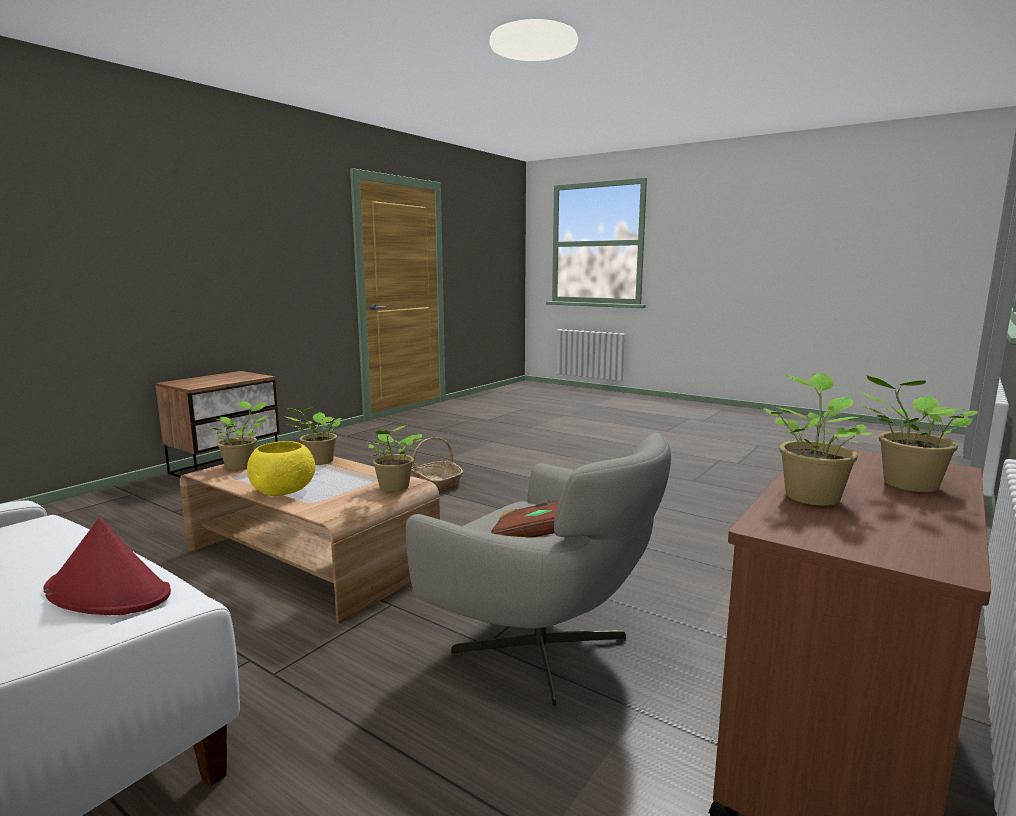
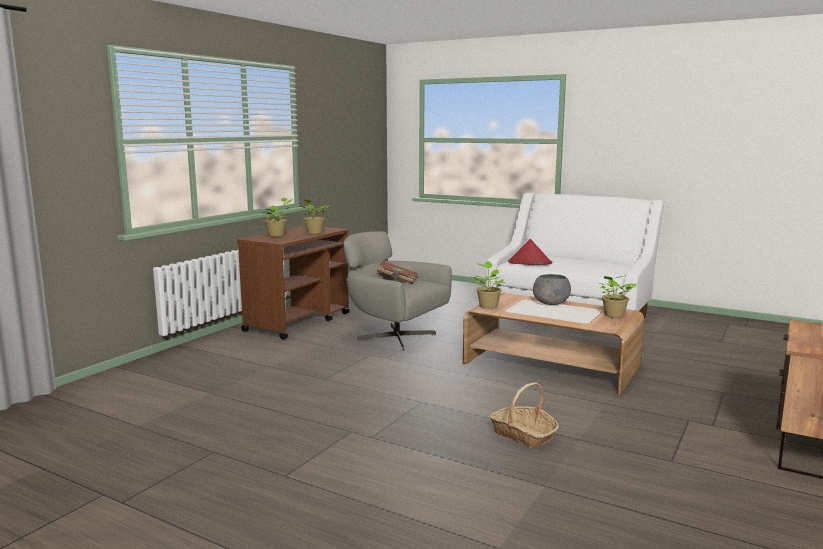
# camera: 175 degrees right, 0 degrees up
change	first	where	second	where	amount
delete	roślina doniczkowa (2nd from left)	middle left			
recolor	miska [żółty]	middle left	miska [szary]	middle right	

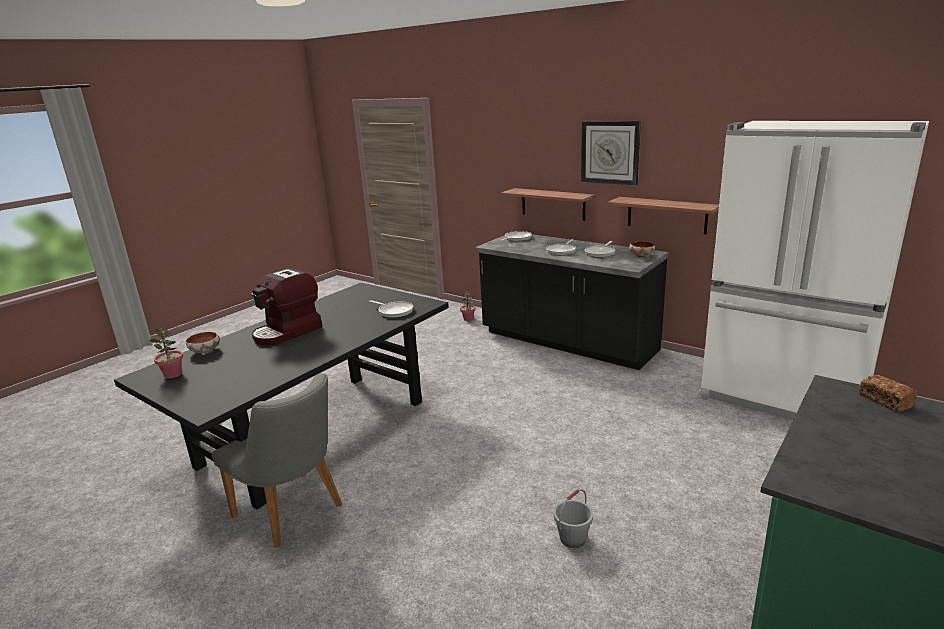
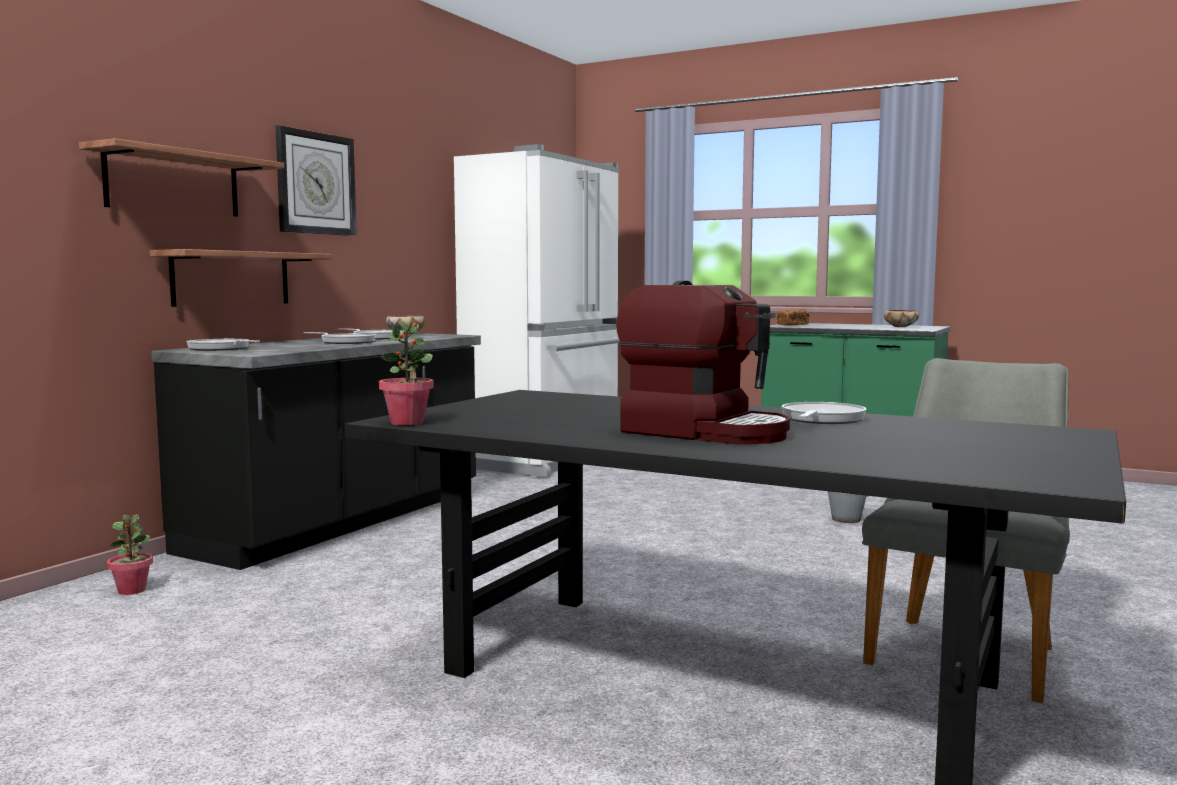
# camera: 100 degrees left, 15 degrees down
change	first	where	second	where	amount
move	półka (2nd from left in the first image)	middle right	półka (1st from left)	top left	
move	patelnia (1st from left in the first image)	centre	patelnia (4th from left)	middle right	
move	roślina doniczkowa (1st from left in the first image)	middle left	roślina doniczkowa (2nd from left)	centre	
move	miska (1st from left in the first image)	middle left	miska (2nd from left)	middle right	

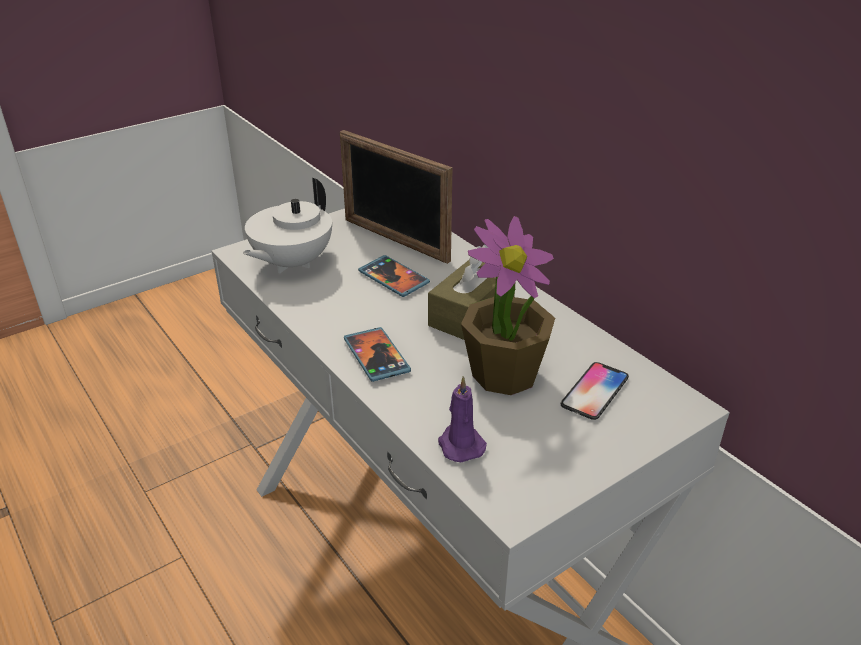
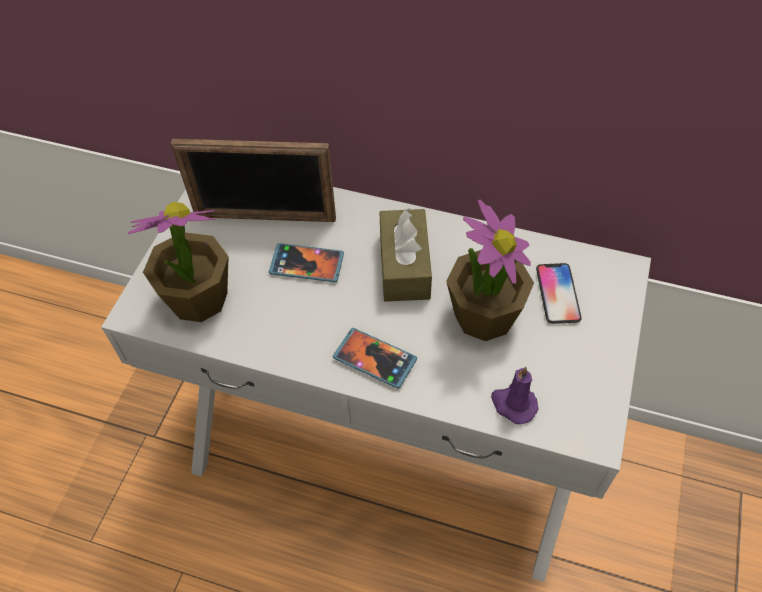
# camera: 35 degrees left, 20 degrees up
change	first	where	second	where	amount
replace	imbryk [biały]	centre	roślina doniczkowa (1st from left)	middle left	

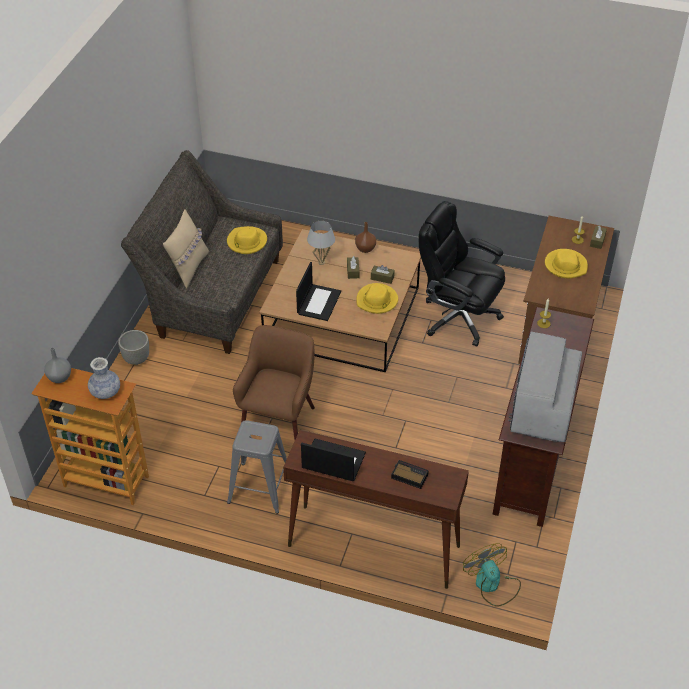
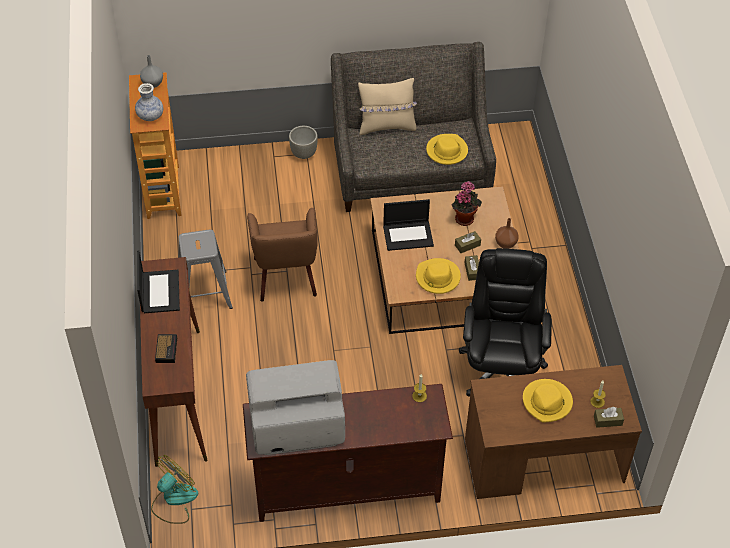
# camera: 65 degrees right, 5 degrees up
change	first	where	second	where	amount
replace	lampa stołowa [biały]	centre	roślina doniczkowa	centre	
rotate	fotel [brązowy]	centre		centre	90 degrees clockwise

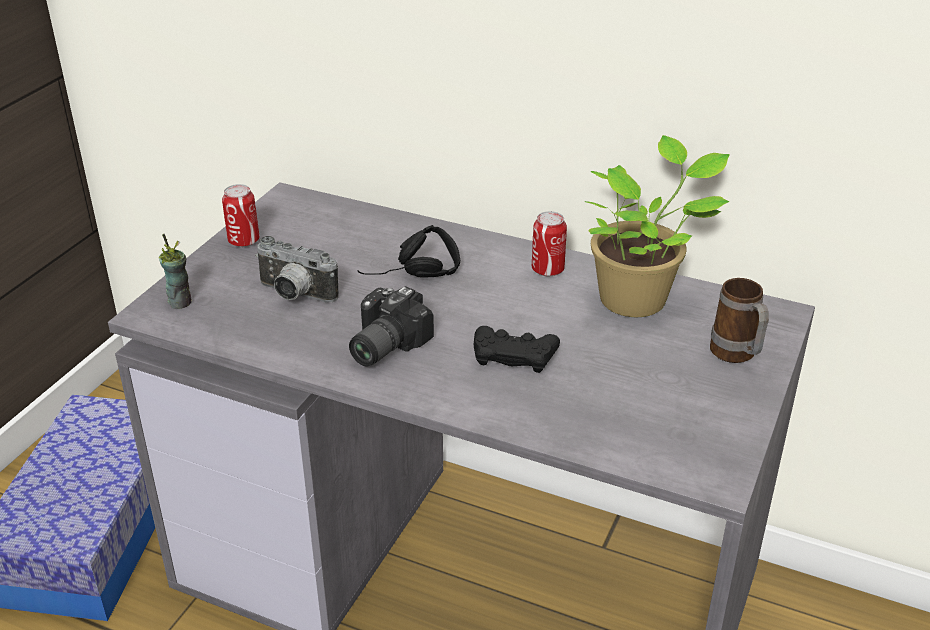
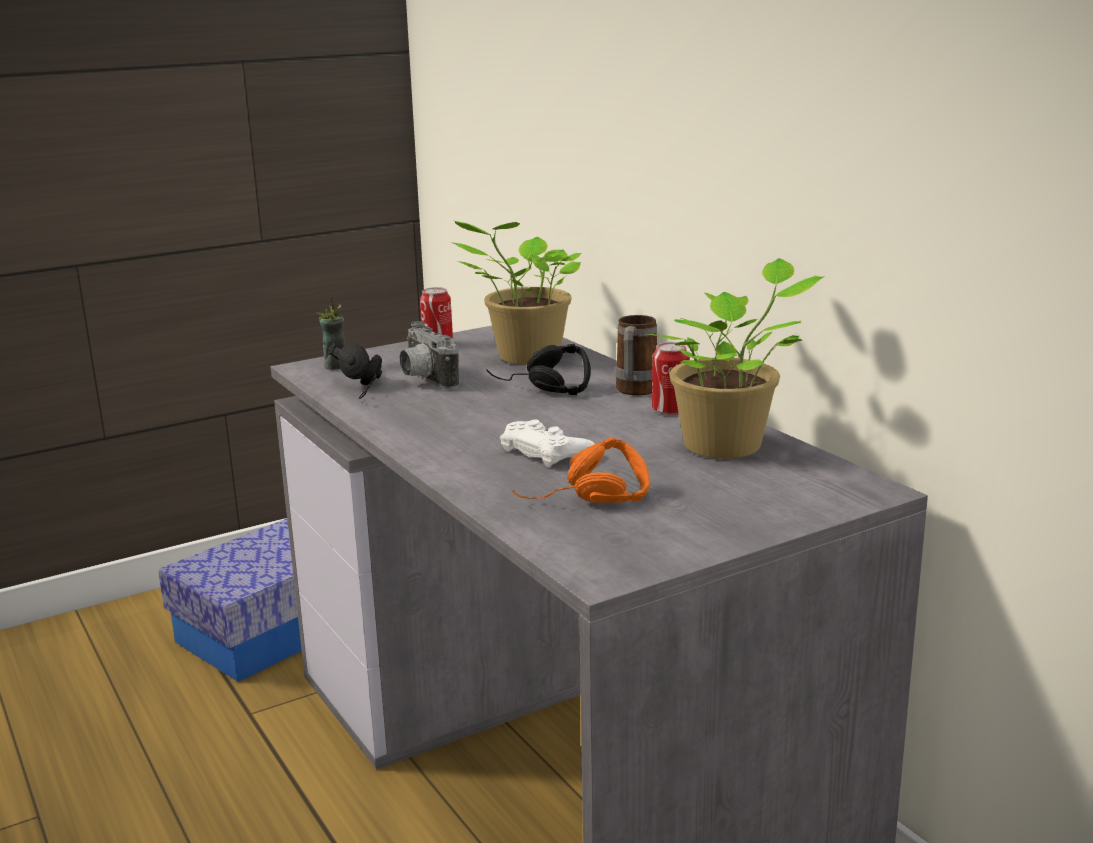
# camera: 35 degrees right, 15 degrees down
change	first	where	second	where	amount
move	kubek	middle right		centre	
delete	aparat fotograficzny (2nd from left)	centre			
recolor	pad do gier [czarny]	centre	pad do gier [biały]	centre	
insert			roślina doniczkowa (1st from left)	centre	
insert			słuchawki [czarny] (1st from left)	middle left	
insert			słuchawki [pomarańczowy]	centre	

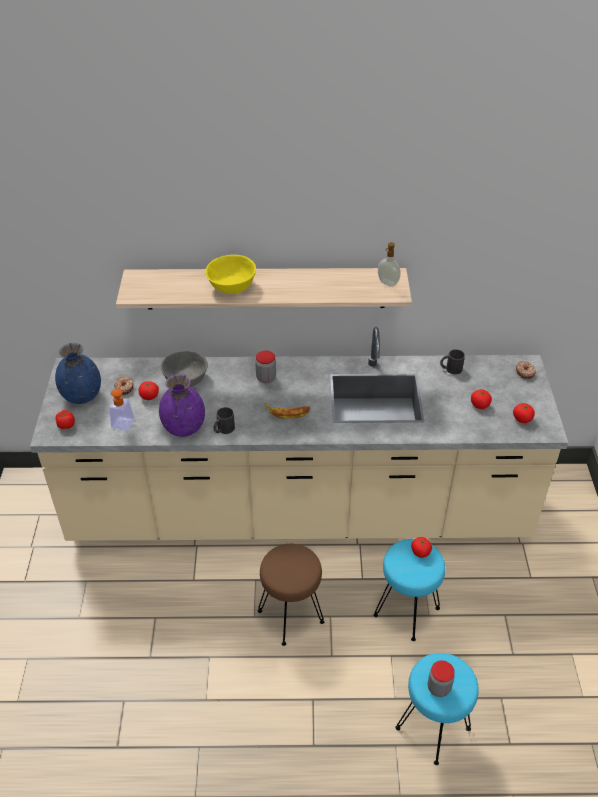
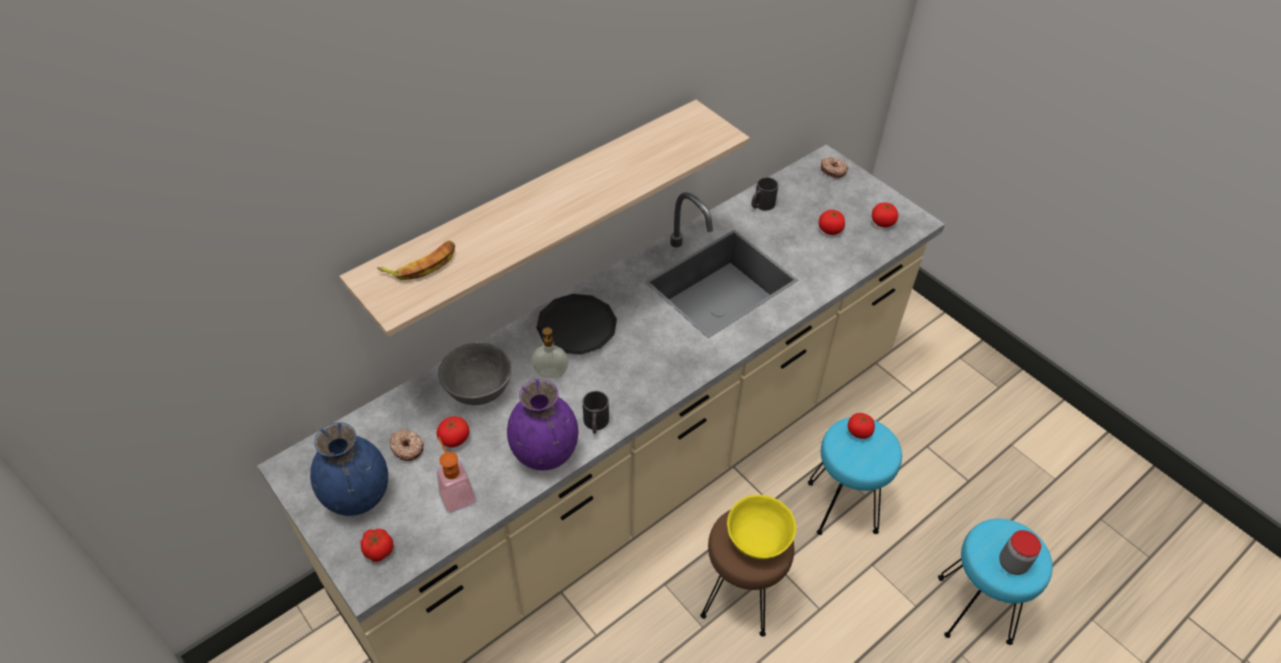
# camera: 40 degrees left, 5 degrees up
change	first	where	second	where	amount
move	dozownik mydła (2nd from left)	top centre		centre	
move	miska [żółty]	centre		bottom centre	
replace	słoik (1st from left)	centre	talerz [czarny]	centre	
move	banan	centre		middle left	

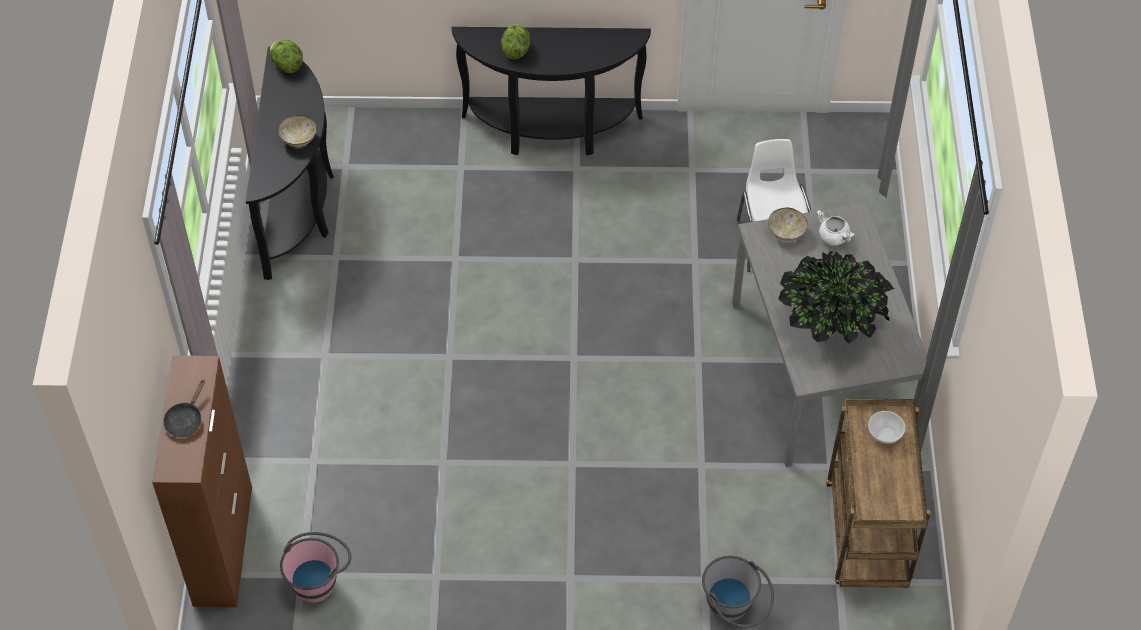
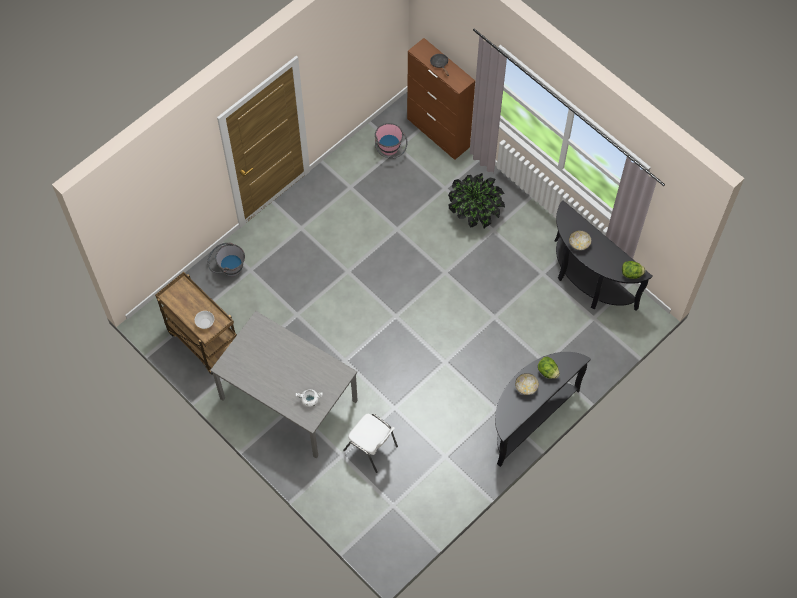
# camera: 135 degrees right, 10 degrees up
change	first	where	second	where	amount
move	miska (2nd from left)	middle right		centre	
move	roślina doniczkowa	middle right		centre	

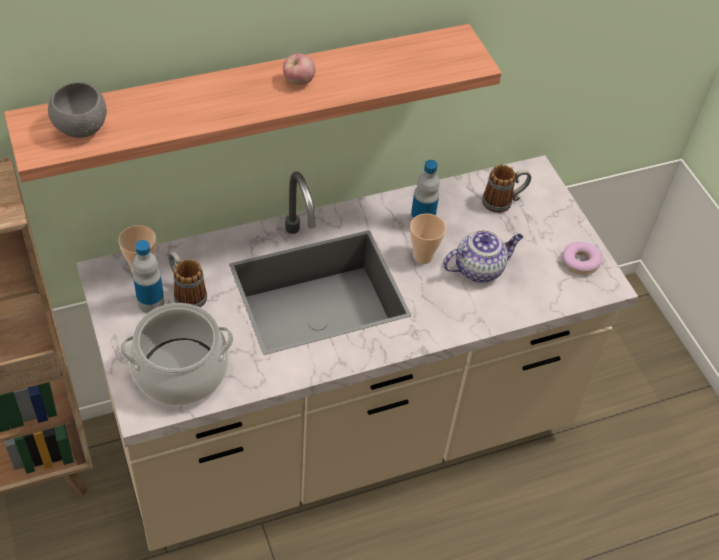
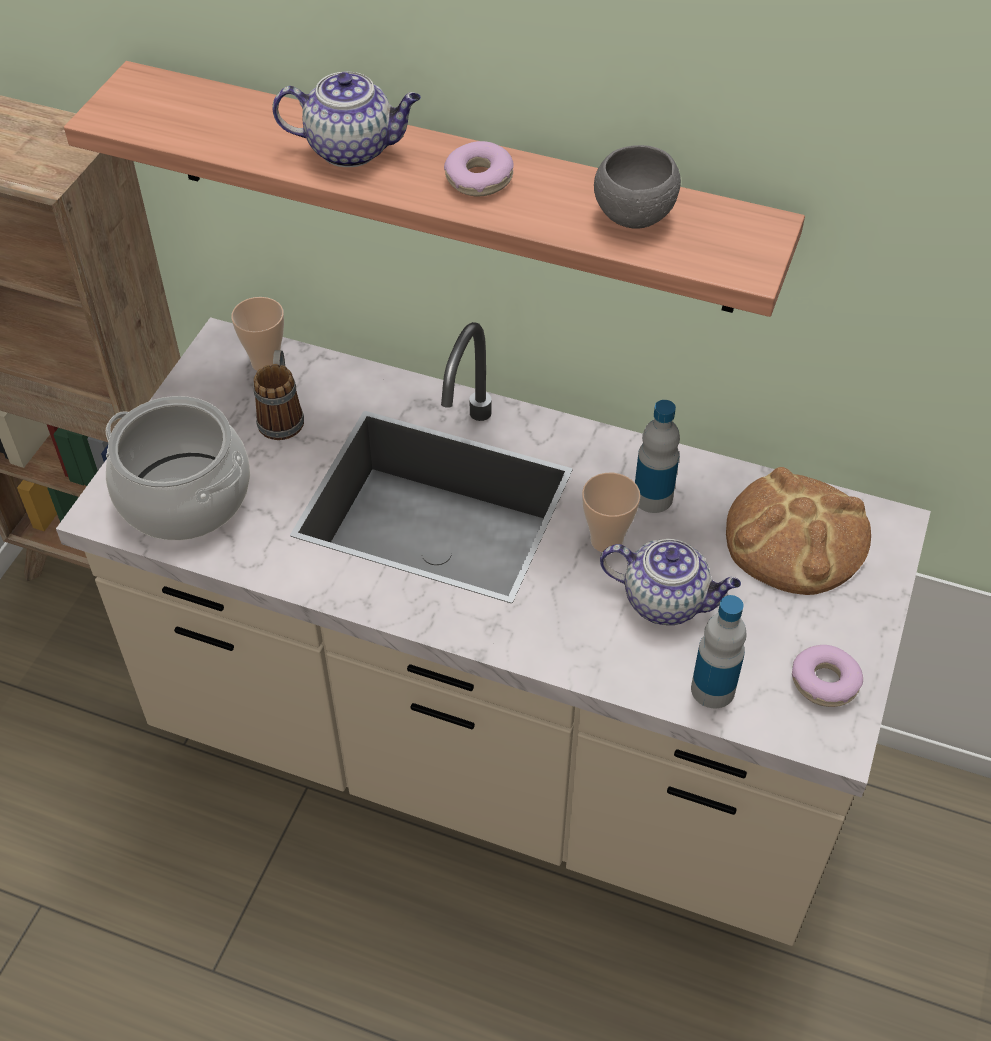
# camera: 45 degrees right, 0 degrees up
change	first	where	second	where	amount
replace	jabłko	top centre	donut (1st from left)	top centre	
move	miska [szary]	top left		top centre	
replace	kubek (2nd from left)	middle right	chleb	middle right	
move	butelka (1st from left in the first image)	middle left	butelka (2nd from left)	middle right	
insert			imbryk (1st from left)	top centre	

